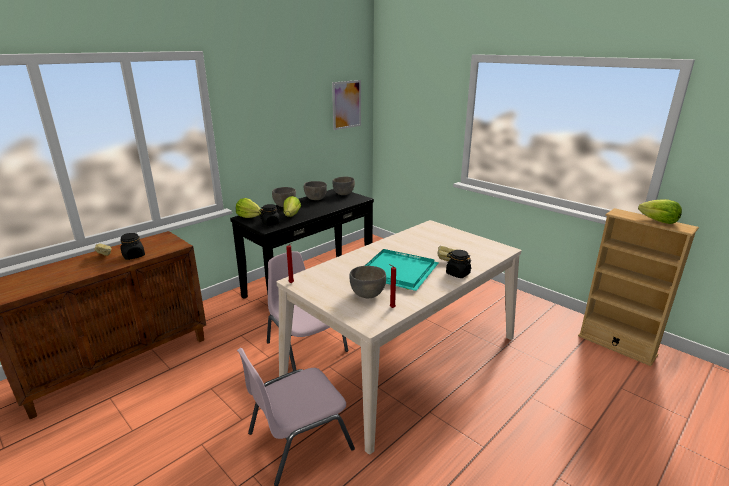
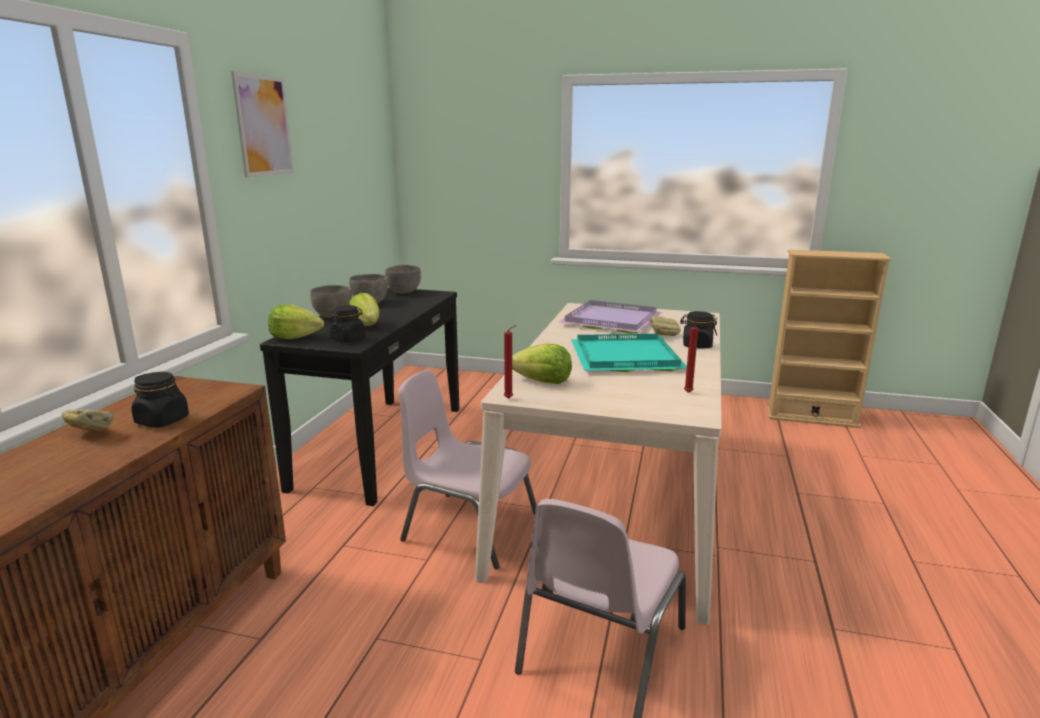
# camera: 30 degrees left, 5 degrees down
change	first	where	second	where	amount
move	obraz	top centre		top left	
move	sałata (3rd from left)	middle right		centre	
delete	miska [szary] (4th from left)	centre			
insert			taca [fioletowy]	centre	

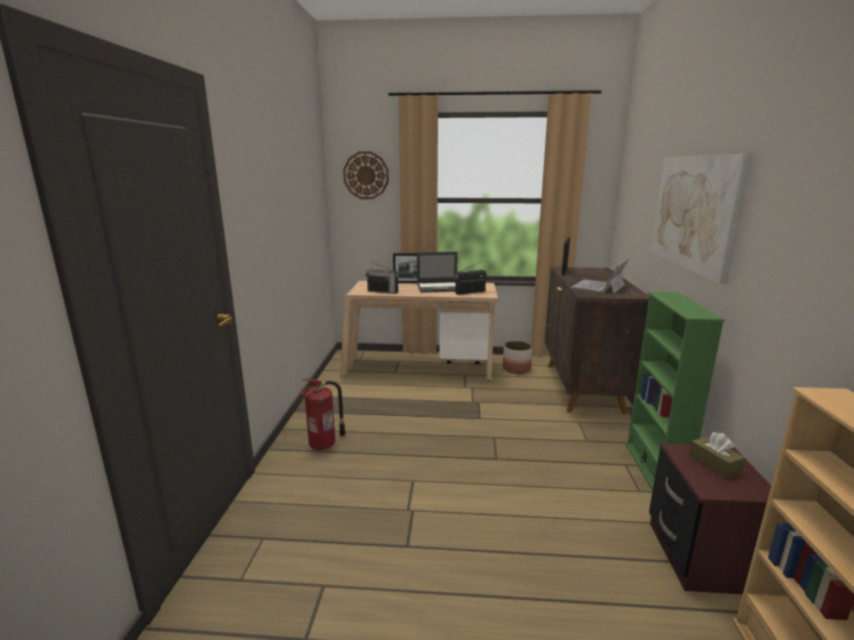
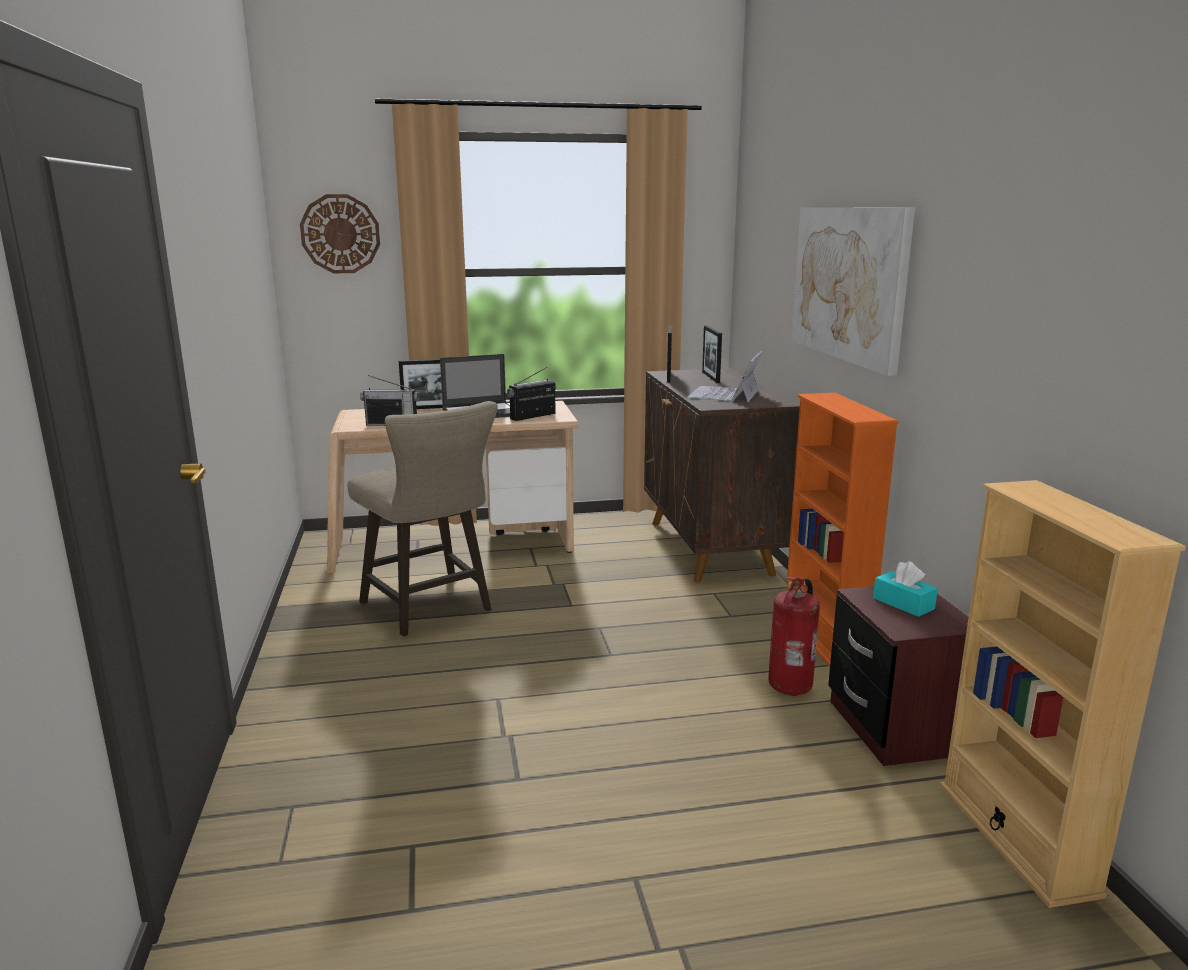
# camera: 15 degrees left, 0 degrees up
change	first	where	second	where	amount
recolor	regał [zielony]	middle right	regał [pomarańczowy]	middle right	
delete	donica	centre			
move	gaśnica	centre		middle right	
recolor	pudełko chusteczek [brązowy]	bottom right	pudełko chusteczek [turkusowy]	middle right	
insert			ramka na zdjęcie (3rd from left)	centre	
insert			stołek [beżowy]	centre	

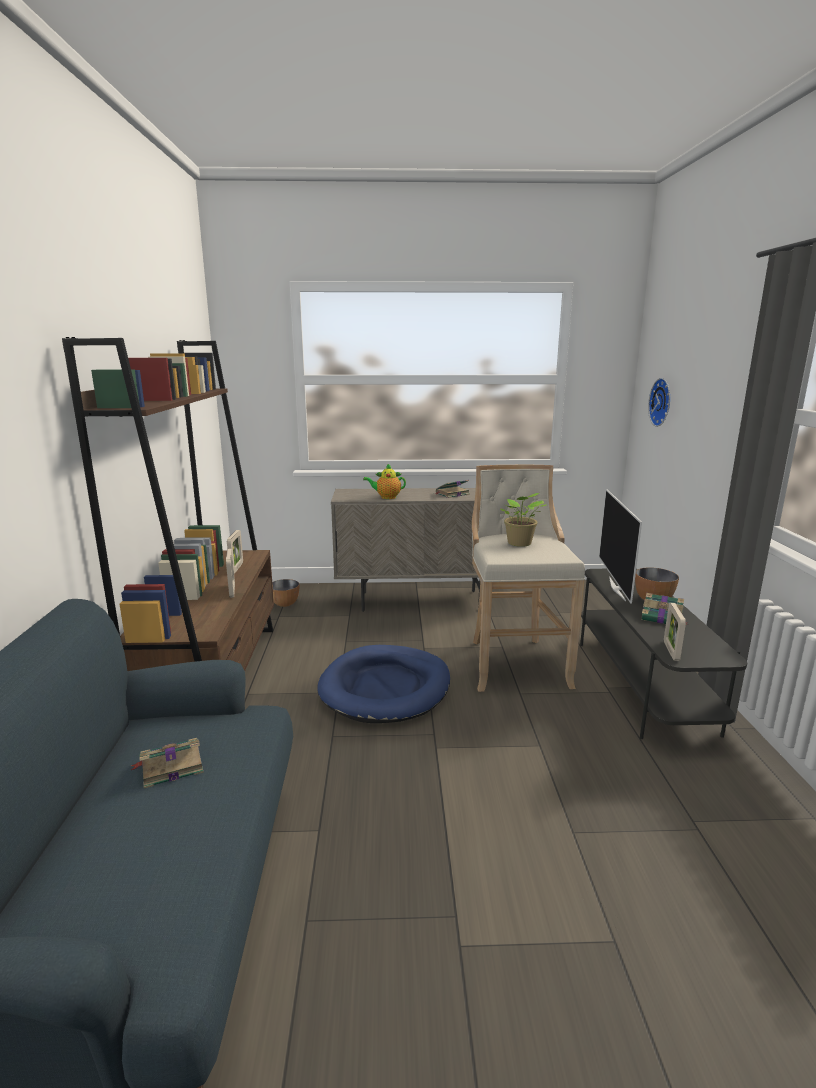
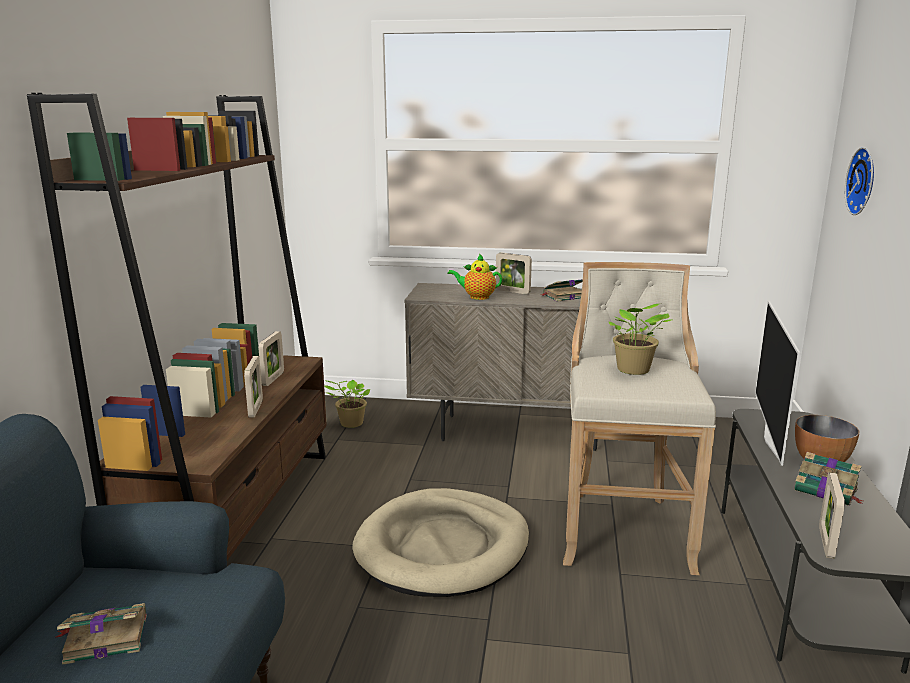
# camera: 10 degrees right, 0 degrees up
change	first	where	second	where	amount
replace	miska (1st from left)	centre	roślina doniczkowa (1st from left)	centre	
recolor	legowisko [niebieski]	centre	legowisko [beżowy]	bottom centre	
insert			ramka na zdjęcie (3rd from left)	centre	

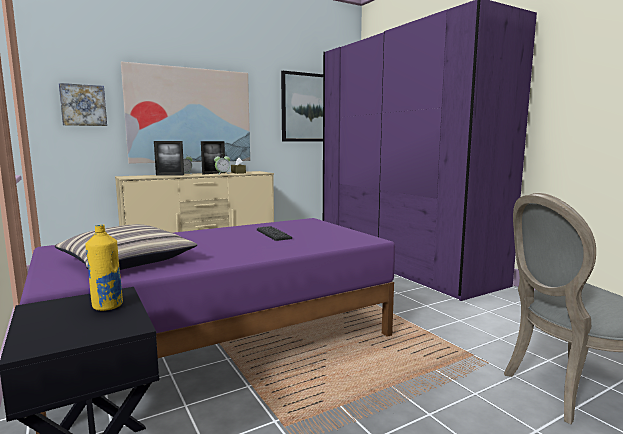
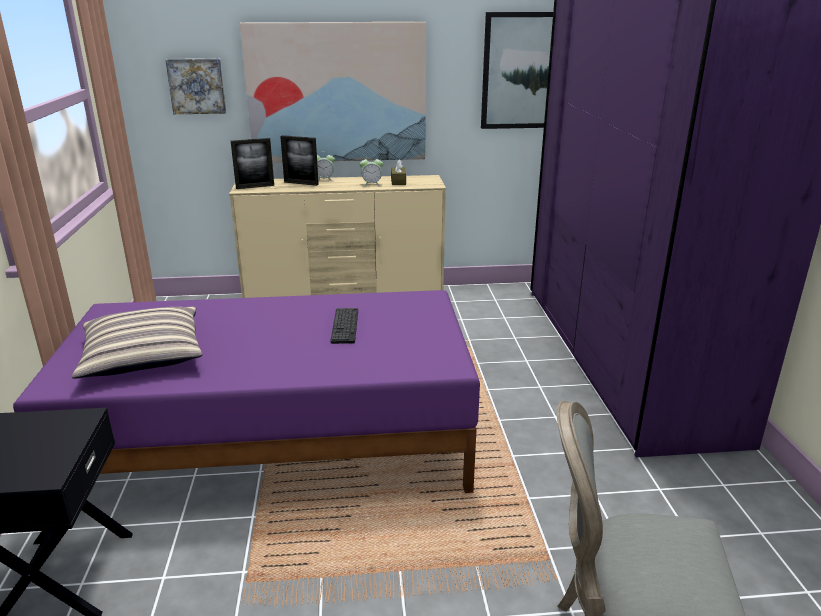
# camera: 25 degrees right, 15 degrees up
change	first	where	second	where	amount
move	ramka na zdjęcie (2nd from left in the first image)	centre	ramka na zdjęcie (1st from left)	top left	
delete	butelka [żółty]	middle left			

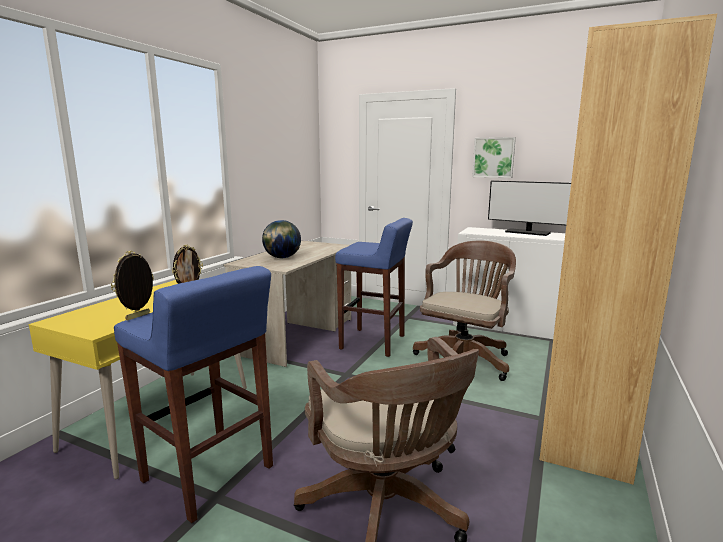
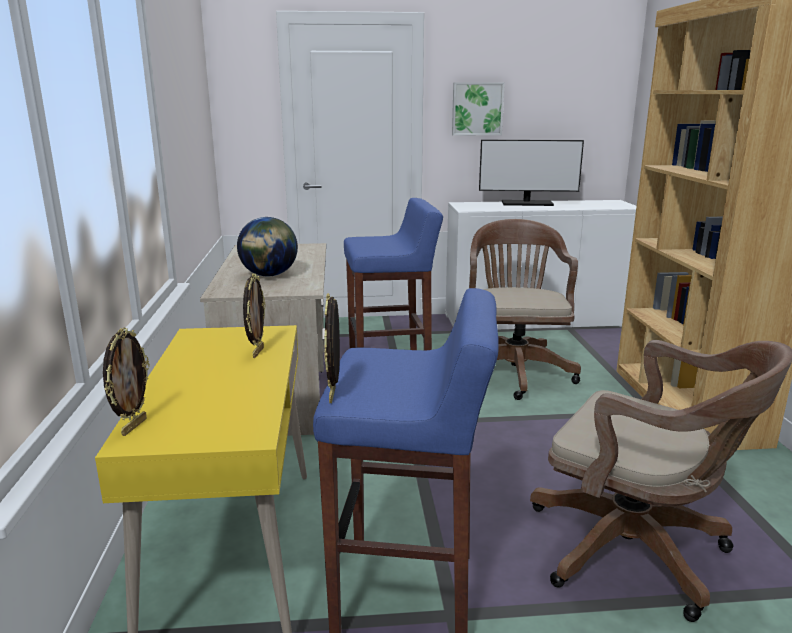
# camera: 30 degrees left, 5 degrees up
change	first	where	second	where	amount
insert			ramka na zdjęcie (1st from left)	middle left	

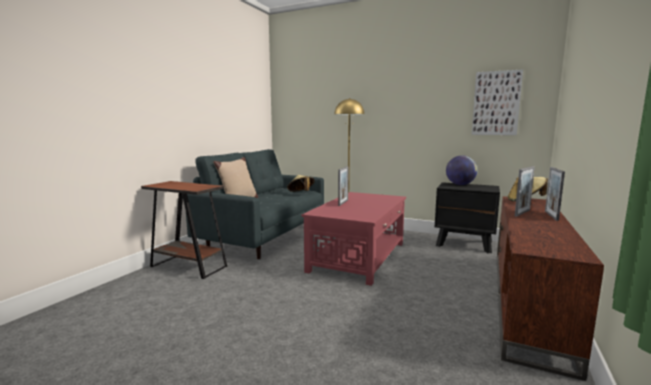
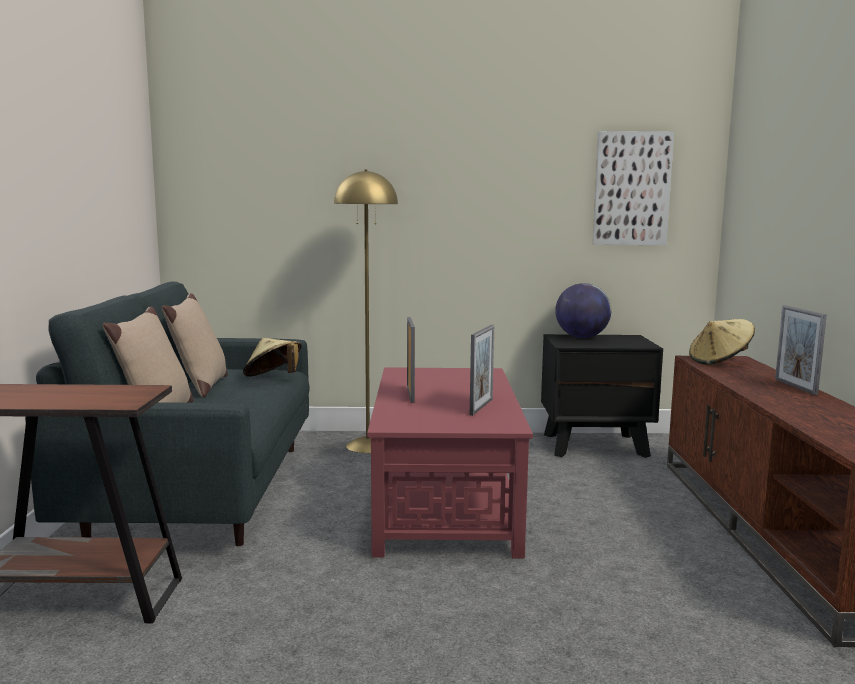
# camera: 25 degrees left, 0 degrees up
change	first	where	second	where	amount
move	ramka na zdjęcie (2nd from left)	middle right		centre	
insert			poduszka [beżowy] (2nd from left)	middle left	

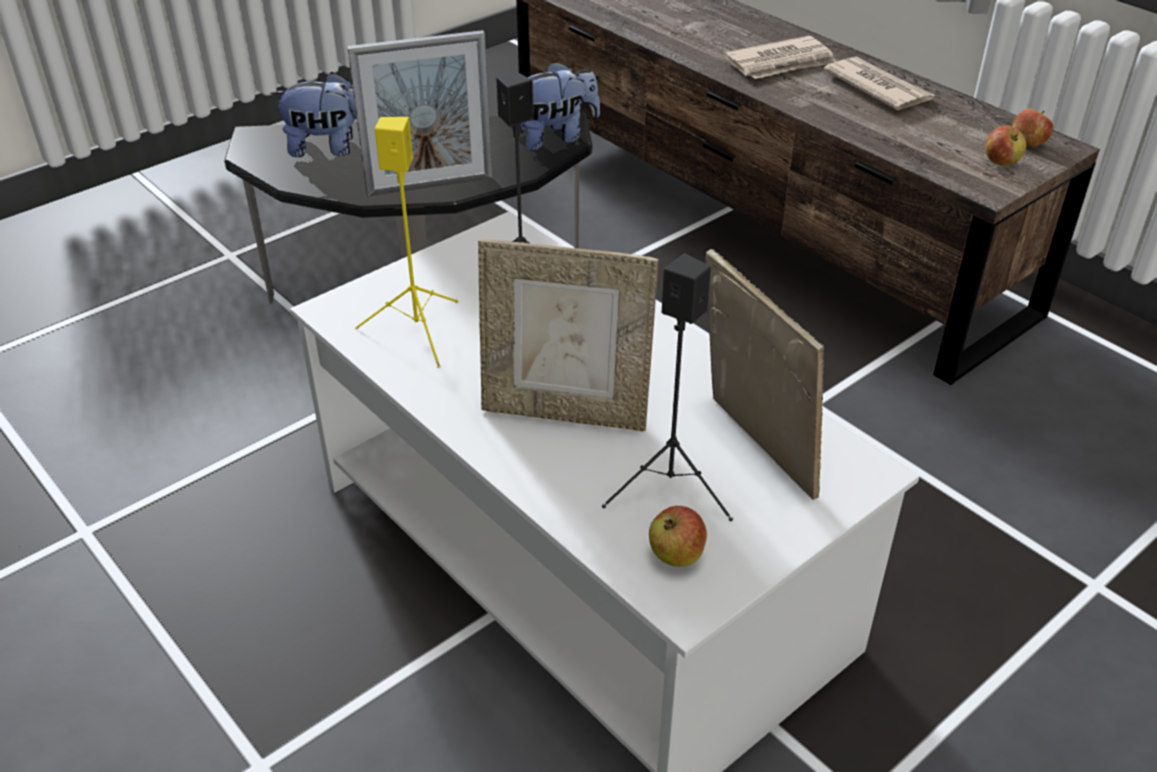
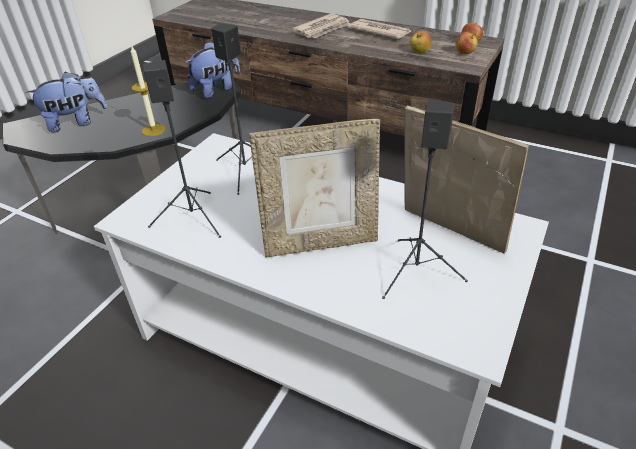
# camera: 20 degrees left, 0 degrees up
change	first	where	second	where	amount
replace	ramka na zdjęcie (1st from left)	top centre	świeca	top left	
recolor	głośnik [żółty]	top centre	głośnik [czarny] (1st from left)	top left	
move	jabłko (1st from left)	bottom centre		top centre	

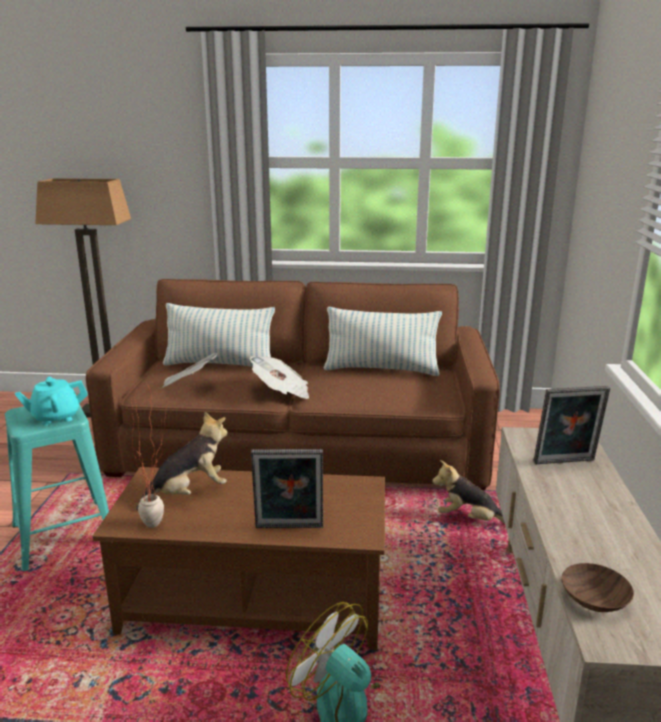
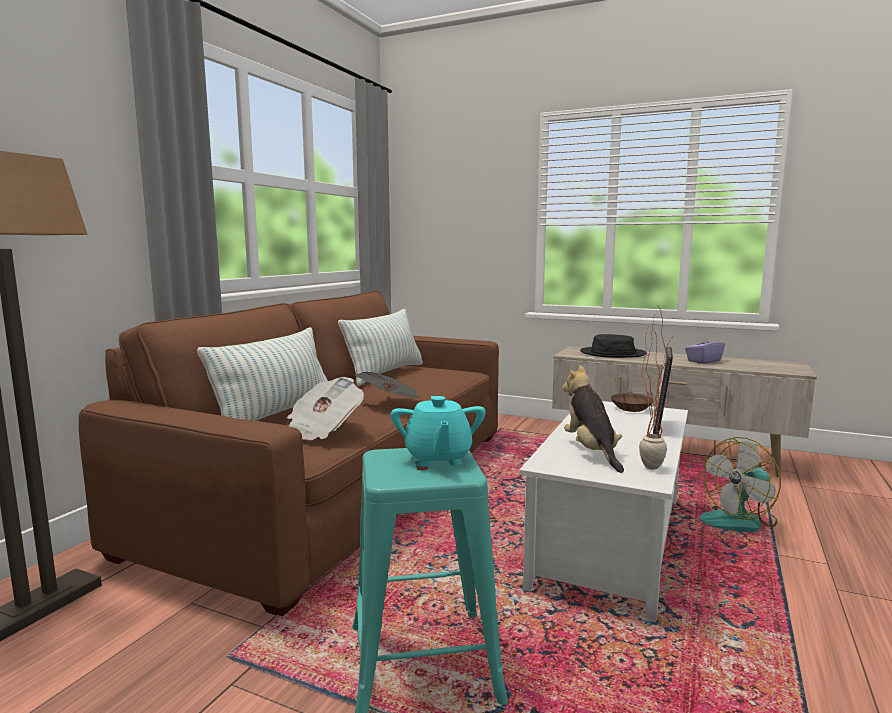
# camera: 70 degrees left, 10 degrees down
change	first	where	second	where	amount
replace	ramka na zdjęcie (2nd from left)	middle right	kapelusz [czarny]	middle right	
delete	pluszak (2nd from left)	bottom right			
recolor	ława [brązowy]	bottom centre	ława [biały]	bottom right	
move	miska [brązowy]	bottom right		middle right	
insert			pudełko chusteczek [fioletowy]	middle right	

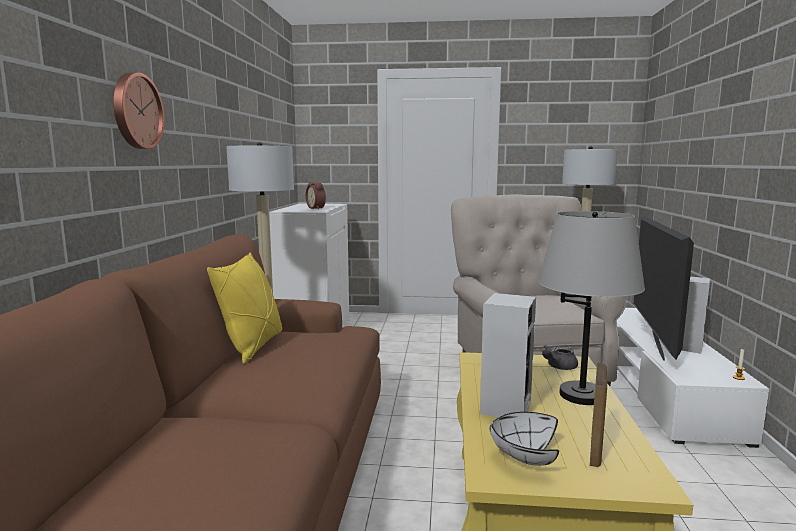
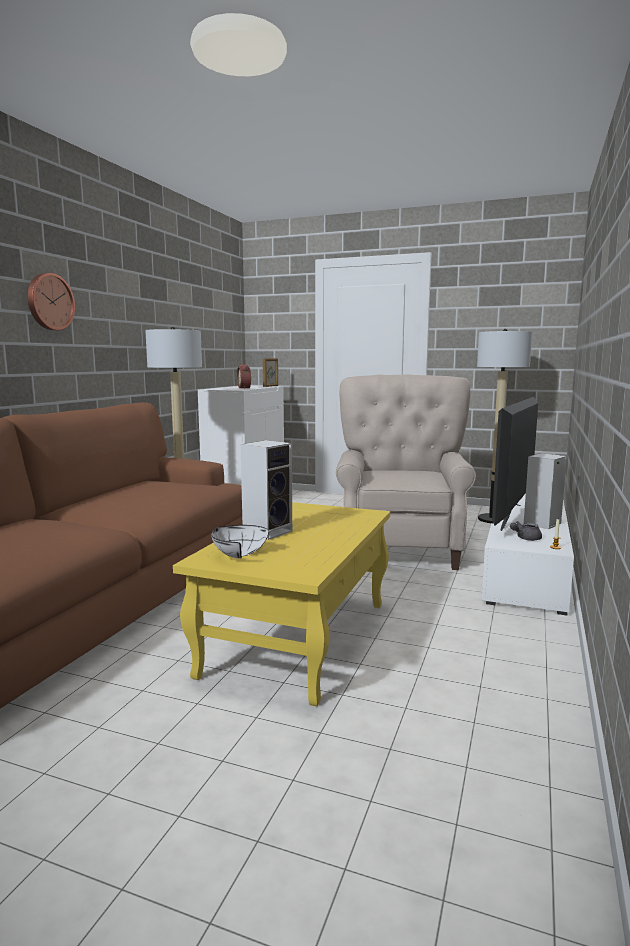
# camera: 15 degrees right, 0 degrees up
change	first	where	second	where	amount
delete	lampa stołowa [szary]	middle right			
delete	poduszka [żółty]	middle left			
move	imbryk [szary]	bottom right		middle right	
move	ramka na zdjęcie	bottom right		centre	

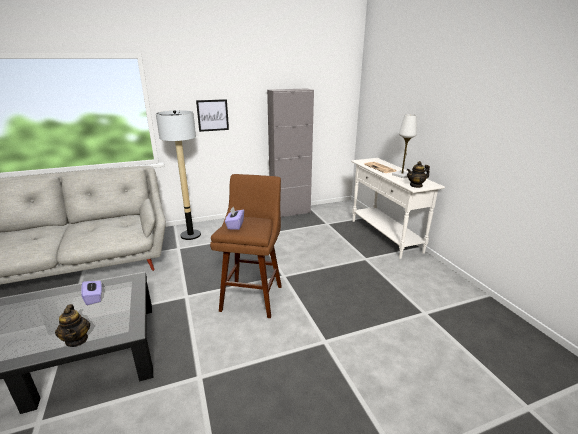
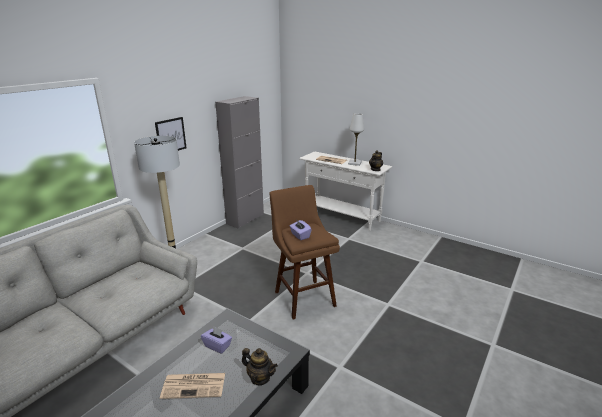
# camera: 35 degrees left, 0 degrees up
change	first	where	second	where	amount
insert			gazeta (1st from left)	bottom left	

